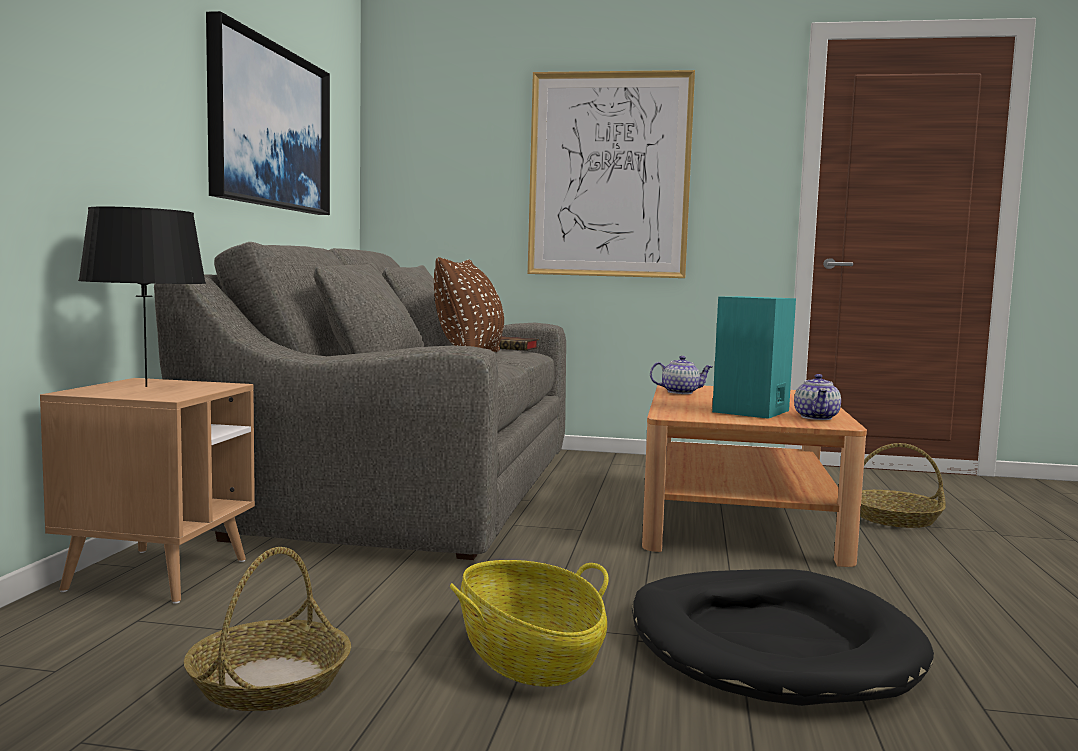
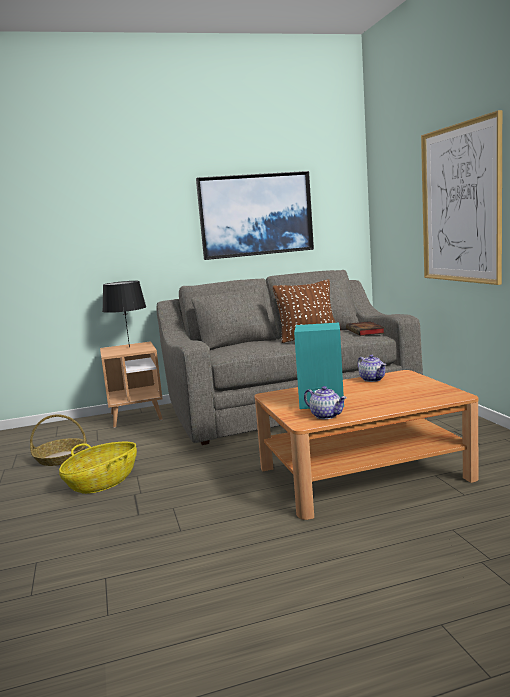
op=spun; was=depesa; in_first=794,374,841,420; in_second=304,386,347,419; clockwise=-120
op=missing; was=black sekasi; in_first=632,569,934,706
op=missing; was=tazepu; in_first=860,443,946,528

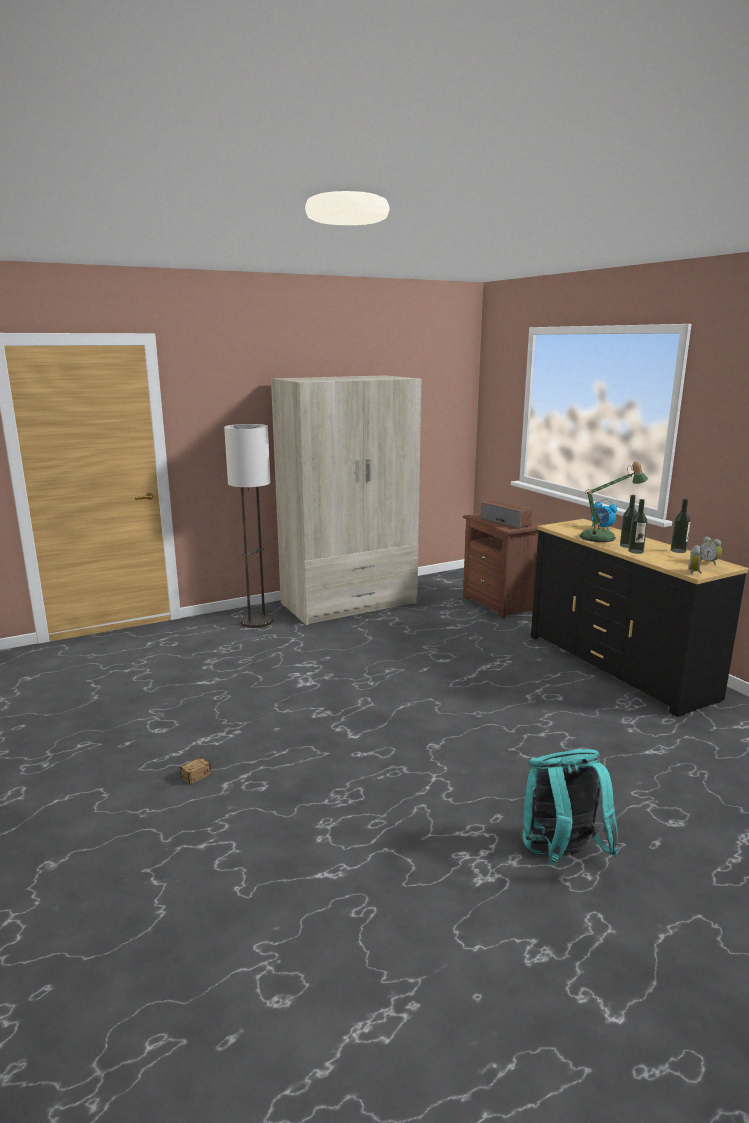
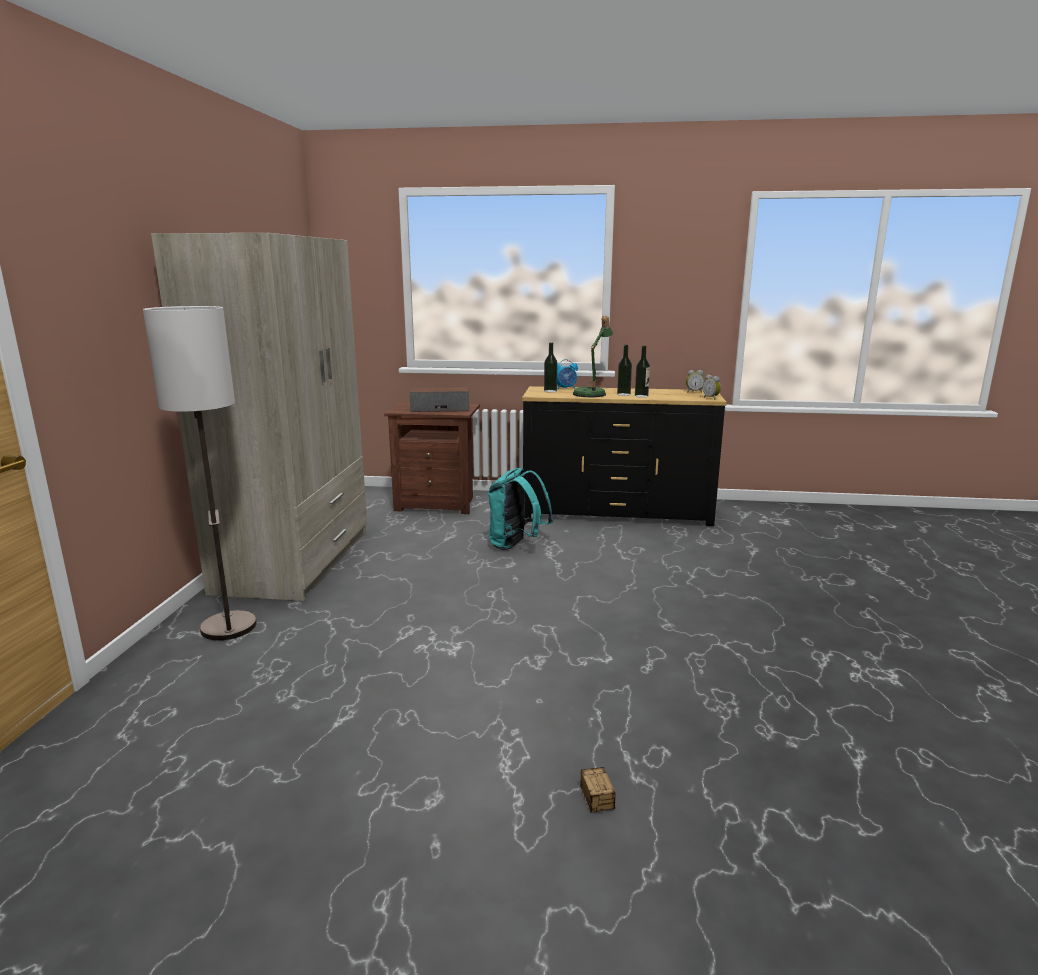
op=relocated; was=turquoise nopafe; in_first=522,749,620,865; in_second=488,468,553,550
op=relocated; was=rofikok; in_first=671,499,691,553; in_second=544,343,557,392

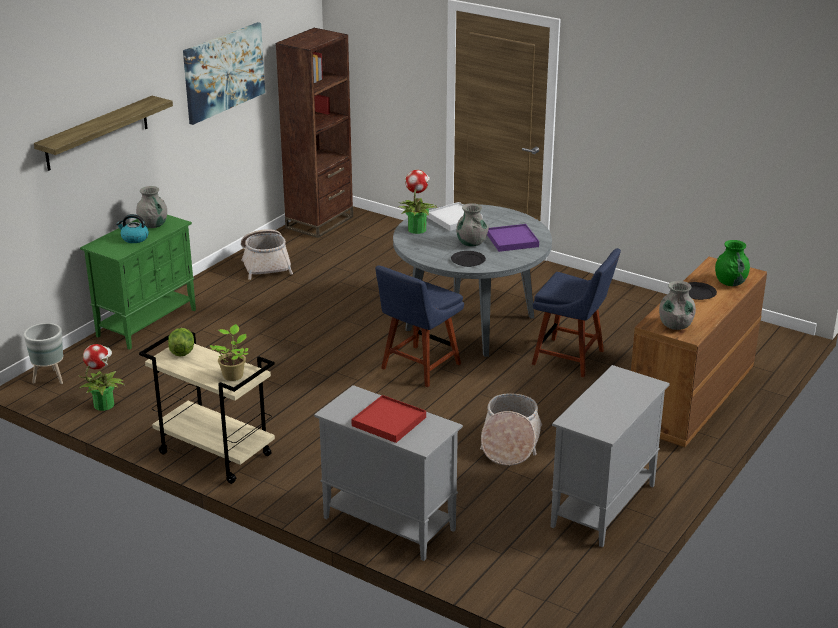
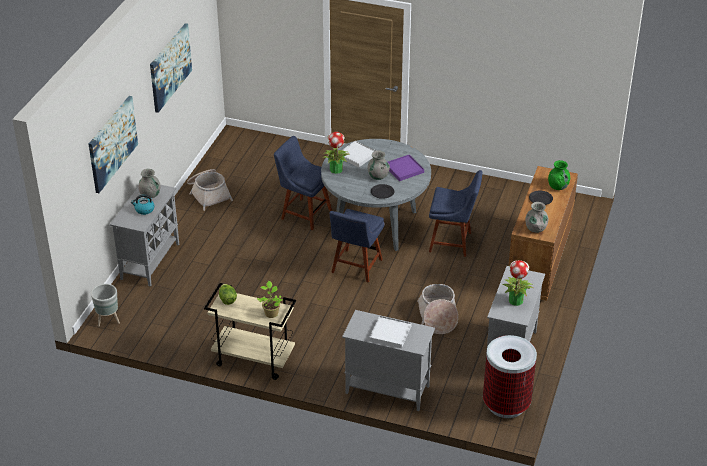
op=exchanged; was=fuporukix; now=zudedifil; in_first=34,96,173,171; in_second=89,96,138,193
op=colour; was=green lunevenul; now=grey lunevenul; in_first=80,215,196,350; in_second=110,185,179,287
op=appeared; now=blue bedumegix; in_second=274,136,332,230
op=colour; was=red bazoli; now=white bazoli; in_first=351,395,426,443; in_second=369,316,412,348
op=appeared; now=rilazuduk; in_second=483,335,537,418
op=relocated; was=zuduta; in_first=78,344,124,411; in_second=502,260,533,306
op=missing; was=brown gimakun; in_first=276,28,353,238

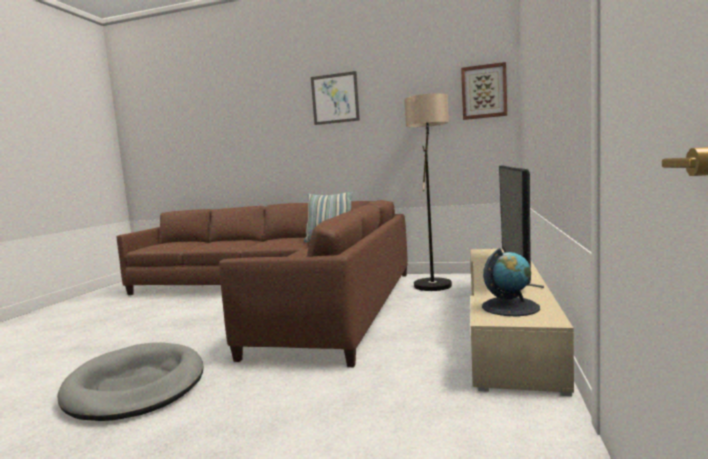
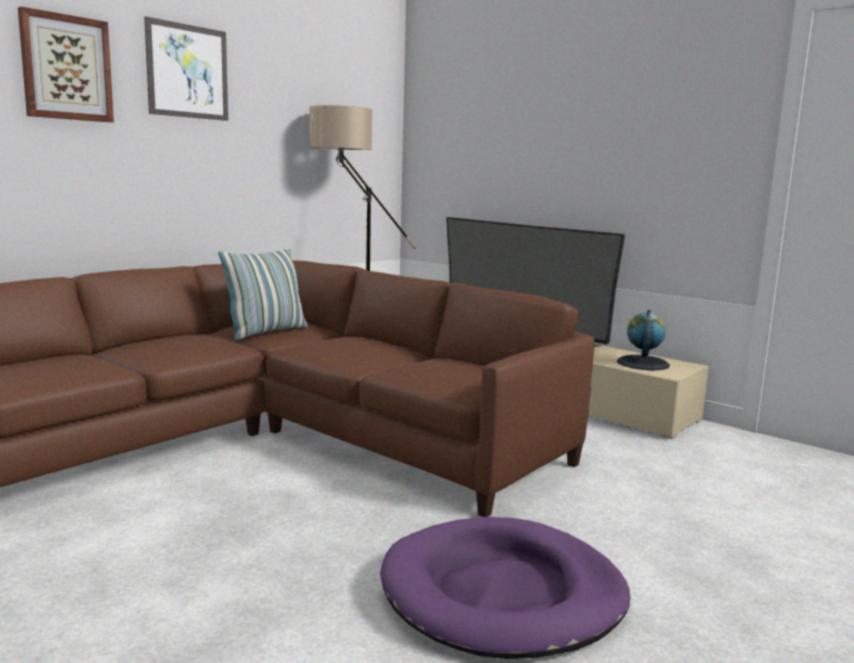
op=relocated; was=zudedifil; in_first=461,62,507,120; in_second=18,6,114,122
op=colour; was=grey sekasi; now=purple sekasi; in_first=57,342,204,421; in_second=380,517,630,659

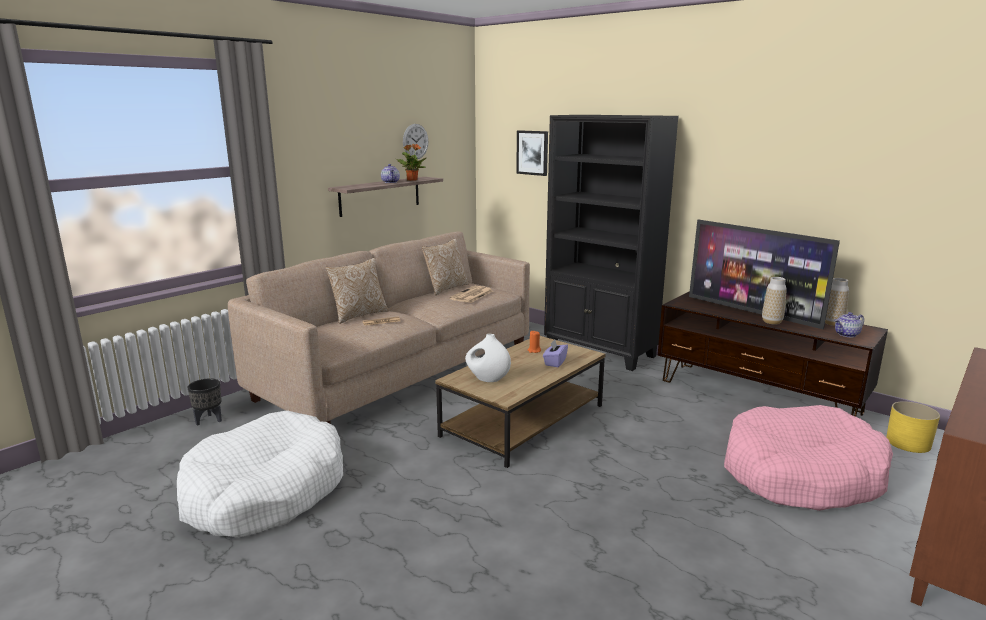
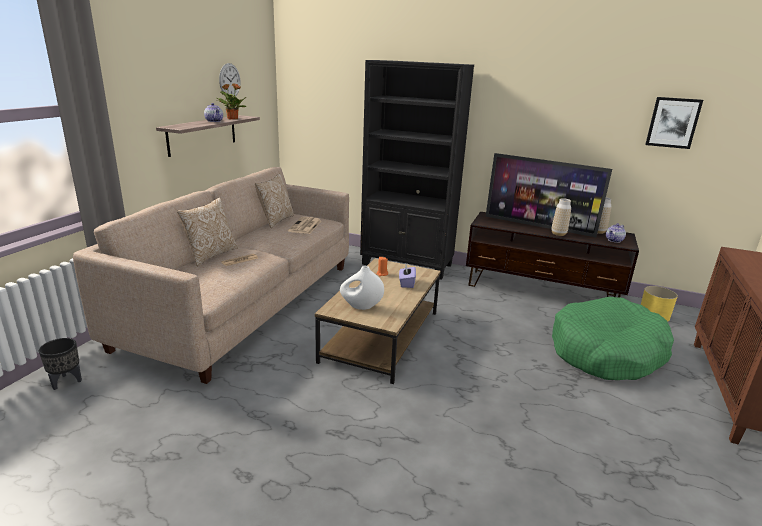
op=colour; was=pink sekasi; now=green sekasi; in_first=724,405,893,511; in_second=552,297,674,380
op=relocated; was=zudedifil; in_first=516,130,548,176; in_second=645,97,703,149
op=missing; was=white sekasi; in_first=177,410,343,537

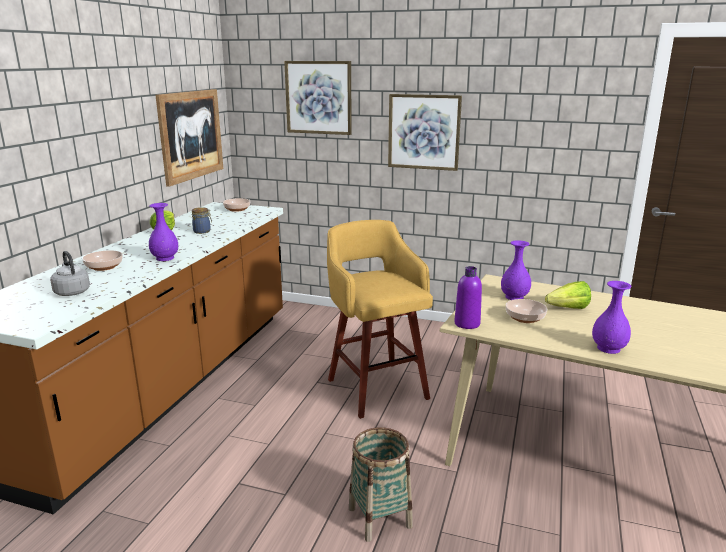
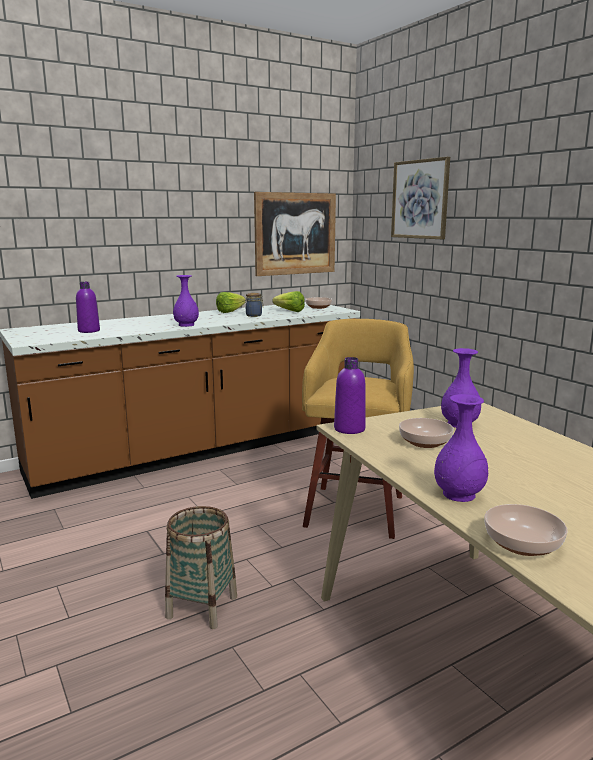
op=exchanged; was=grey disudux; now=purple rofikok; in_first=50,251,90,296; in_second=76,282,100,333
op=relocated; was=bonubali; in_first=545,281,591,309; in_second=273,291,305,312
op=relocated; was=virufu; in_first=82,250,123,271; in_second=484,504,568,556
op=missing; was=zudedifil; in_first=388,94,462,171

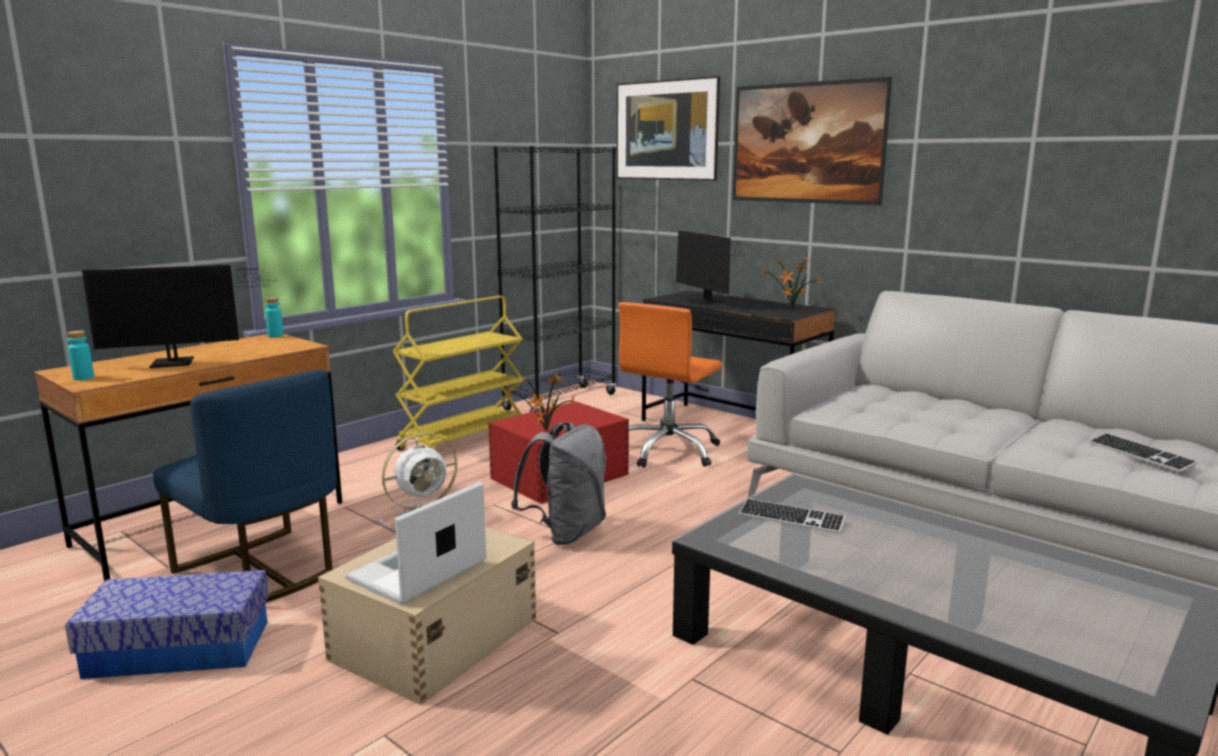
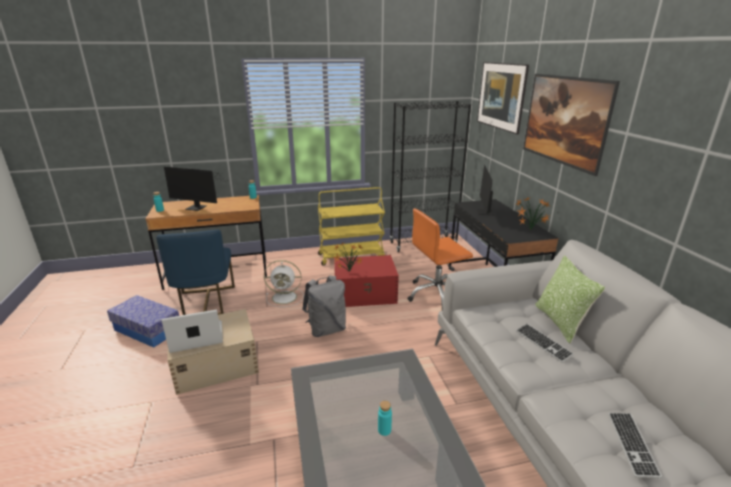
op=appeared; now=turquoise rofikok; in_second=378,401,392,436
op=relocated; was=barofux; in_first=739,498,846,534; in_second=516,324,574,363
op=appeared; now=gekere; in_second=535,255,605,343

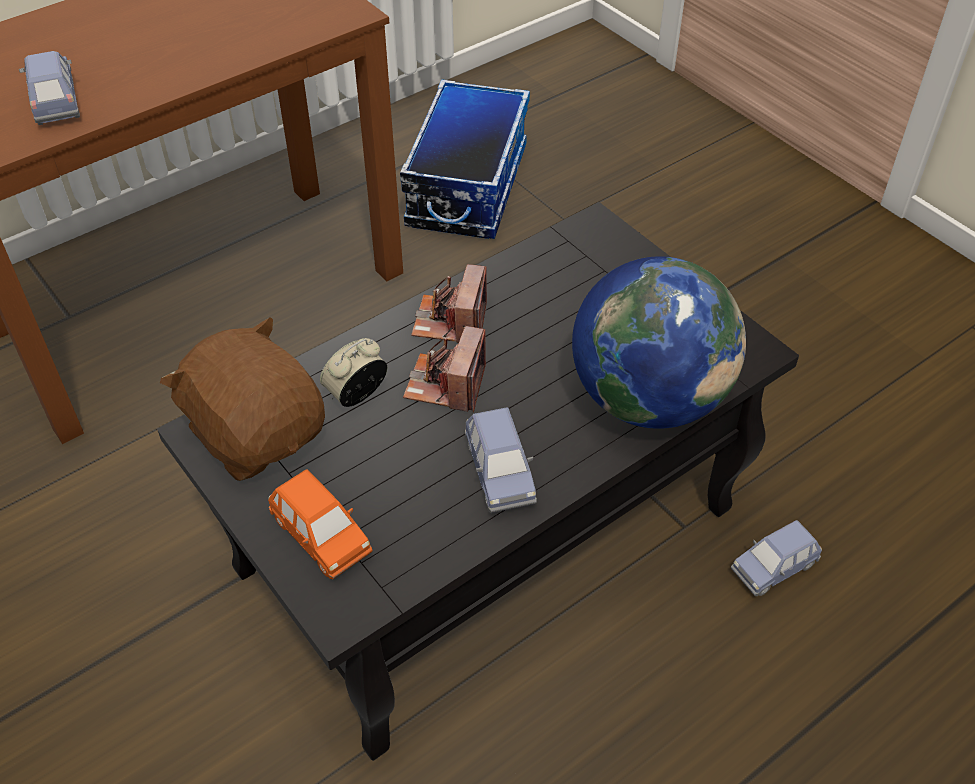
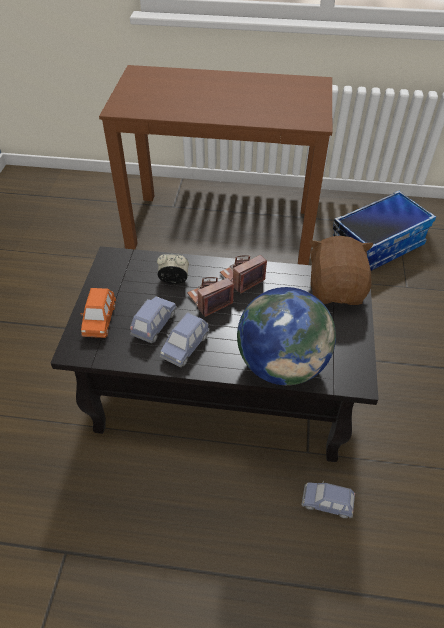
op=relocated; was=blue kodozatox; in_first=19,51,80,125; in_second=130,296,177,343
op=relocated; was=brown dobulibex; in_first=160,317,325,481; in_second=309,236,373,305

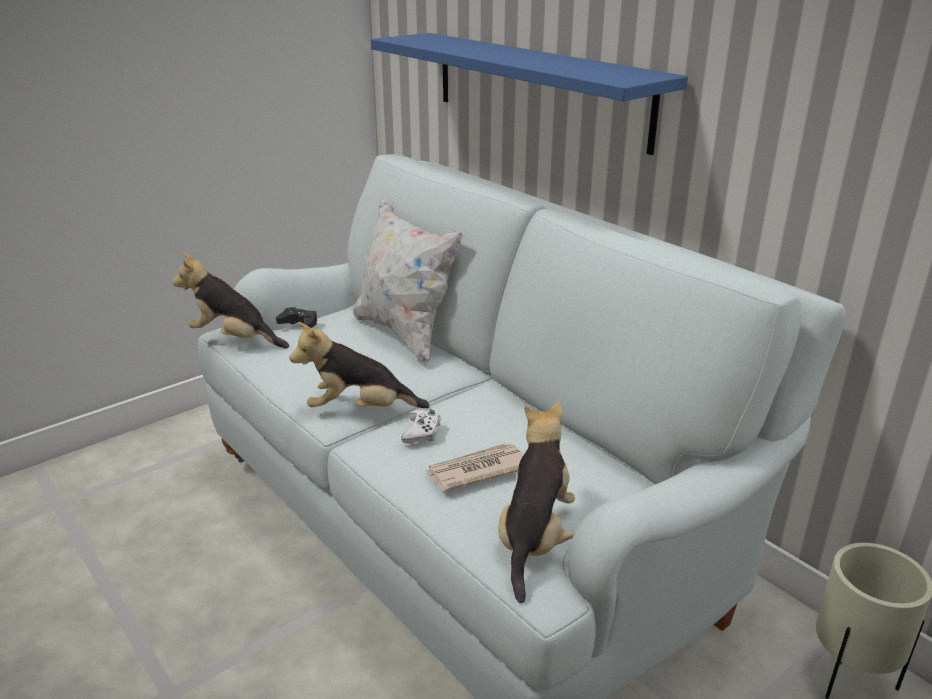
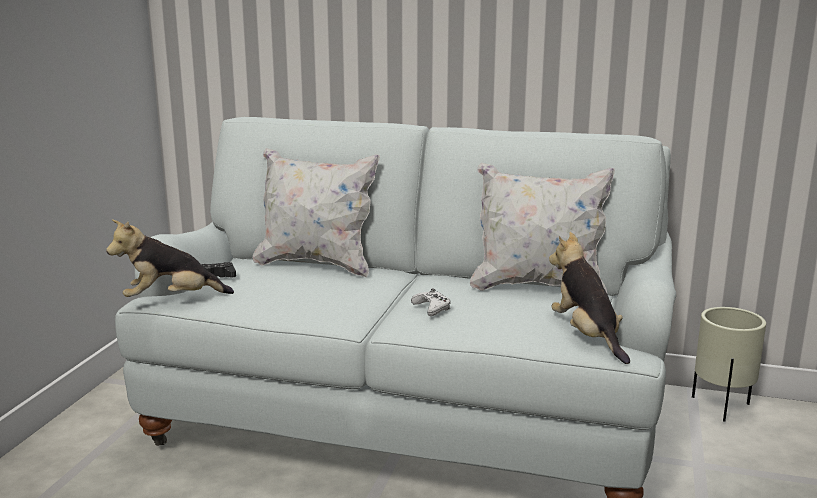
op=appeared; now=white gekere; in_second=470,163,615,293
op=missing; was=dobulibex; in_first=290,322,430,408
op=missing; was=blue fuporukix; in_first=370,33,688,155
op=missing; was=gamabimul; in_first=426,443,523,491

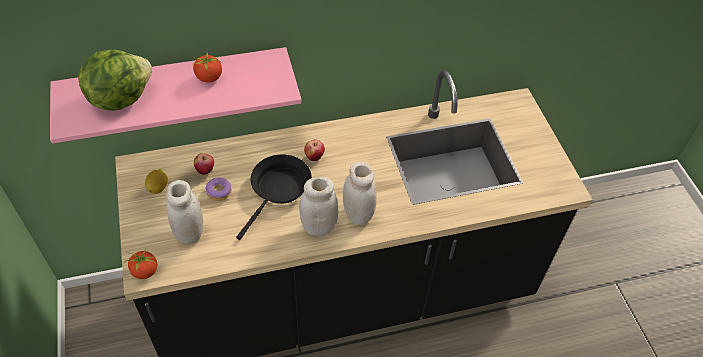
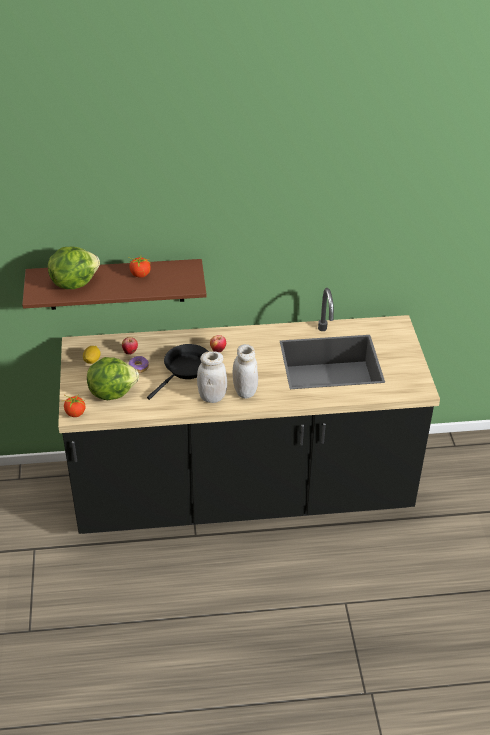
op=colour; was=pink fuporukix; now=brown fuporukix; in_first=50,47,302,144; in_second=22,259,207,310
op=exchanged; was=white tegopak; now=bonubali; in_first=166,180,203,244; in_second=87,357,139,400

